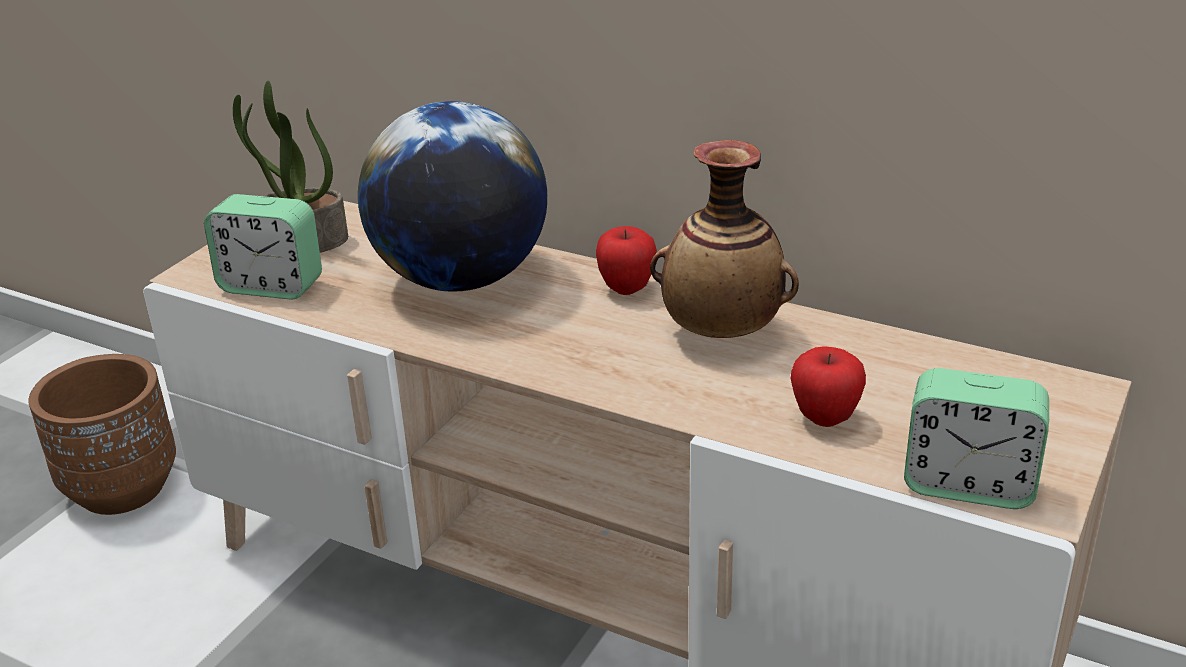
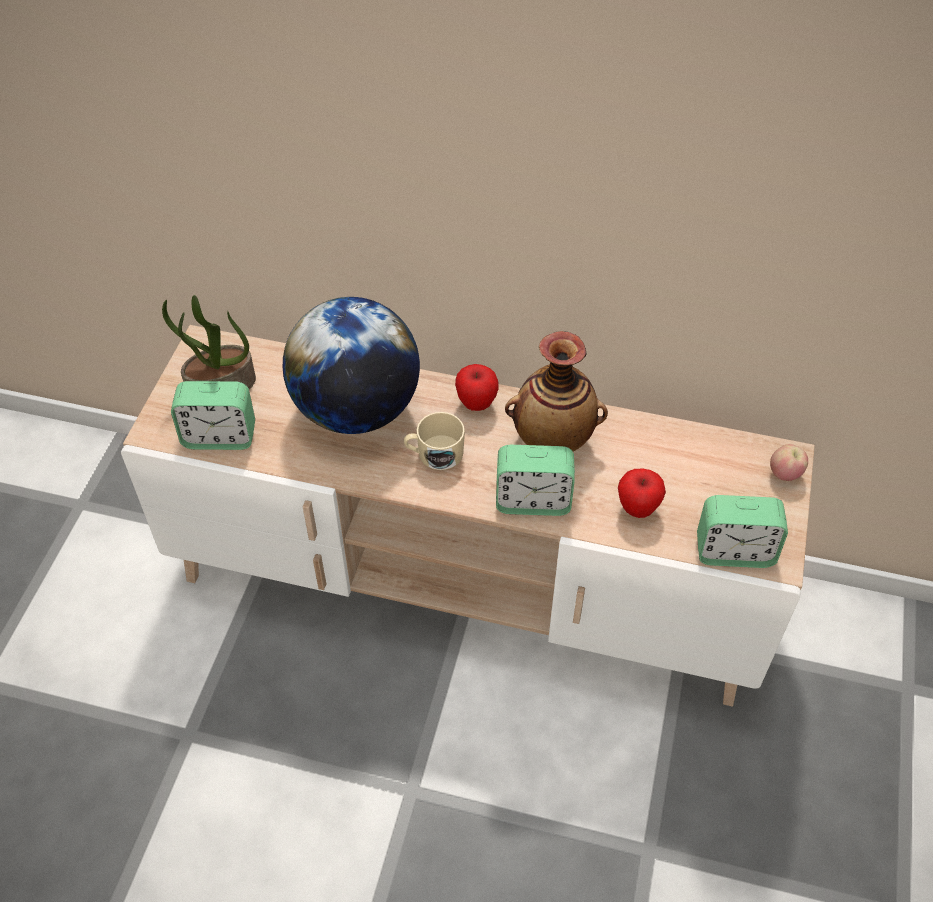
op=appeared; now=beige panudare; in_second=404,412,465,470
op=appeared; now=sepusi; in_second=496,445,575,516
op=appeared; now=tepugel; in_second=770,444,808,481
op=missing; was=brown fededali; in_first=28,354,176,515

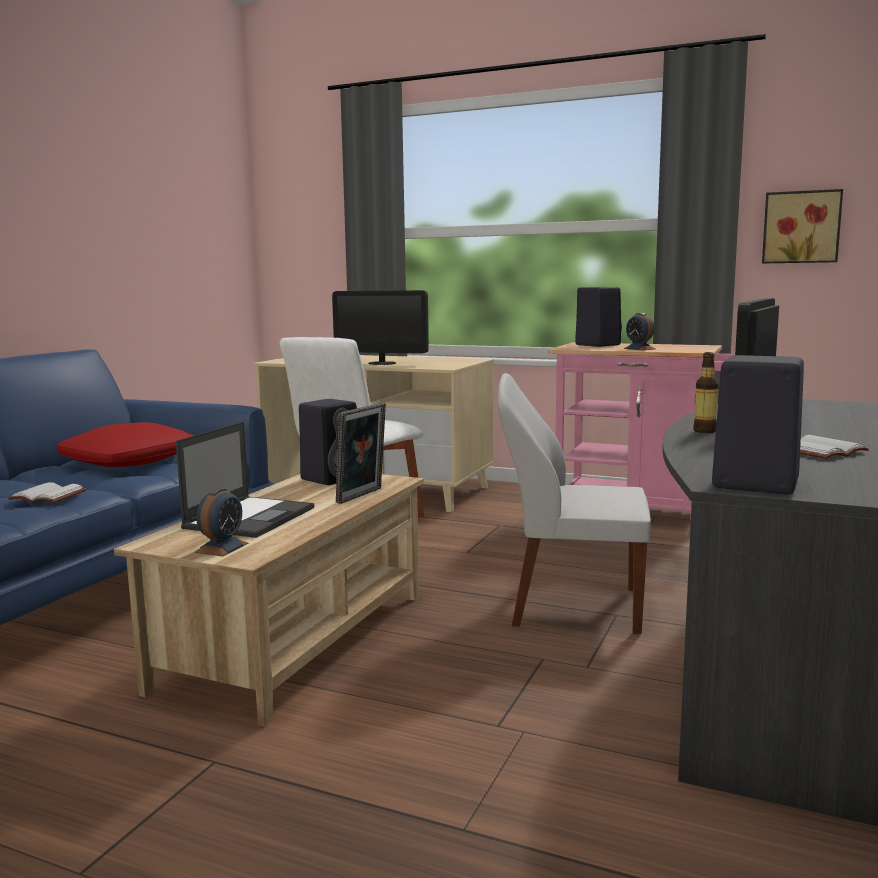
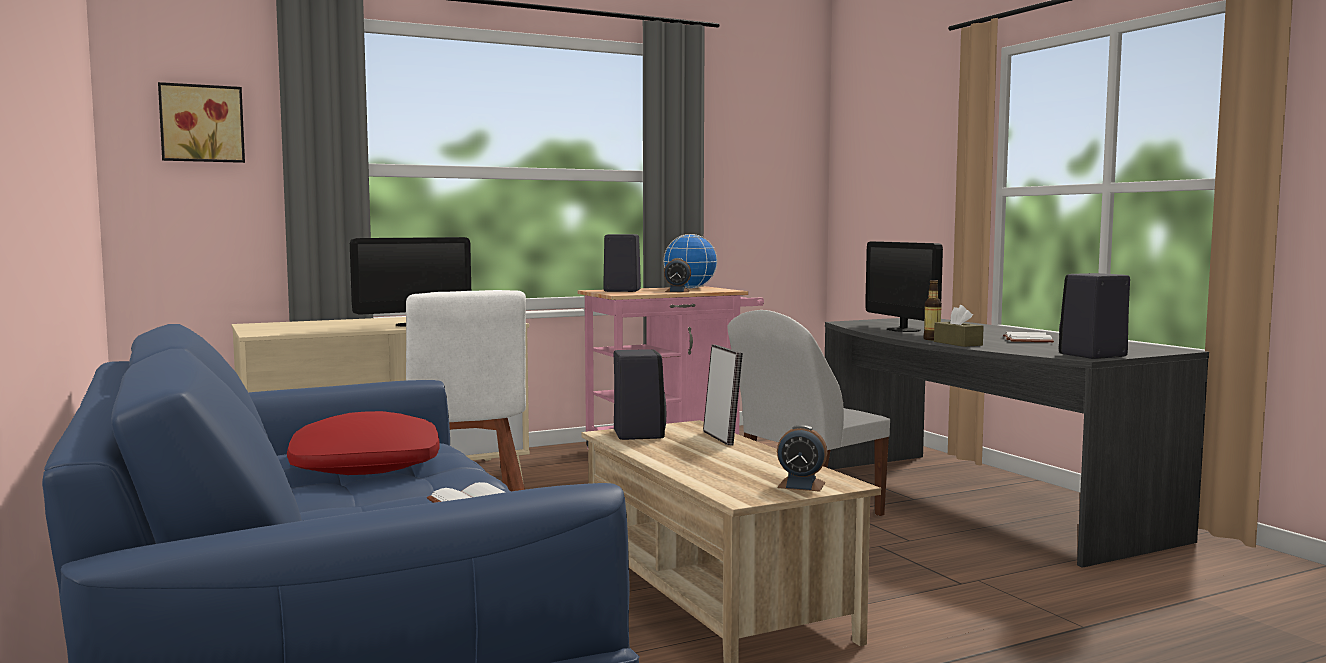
op=relocated; was=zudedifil; in_first=762,189,843,264; in_second=158,82,245,163
op=appeared; now=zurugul; in_second=663,234,718,288
op=spun; was=sepusi; in_first=194,488,249,557; in_second=777,425,827,492; clockwise=135
op=appeared; now=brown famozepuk; in_second=934,305,984,347
op=missing; was=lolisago; in_first=176,422,314,538

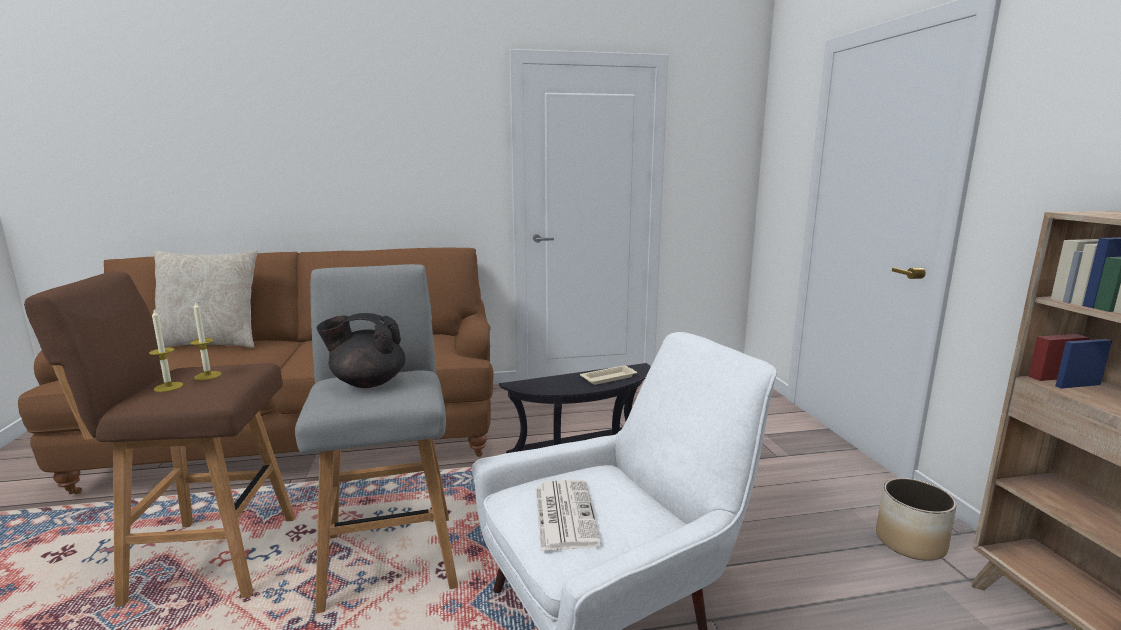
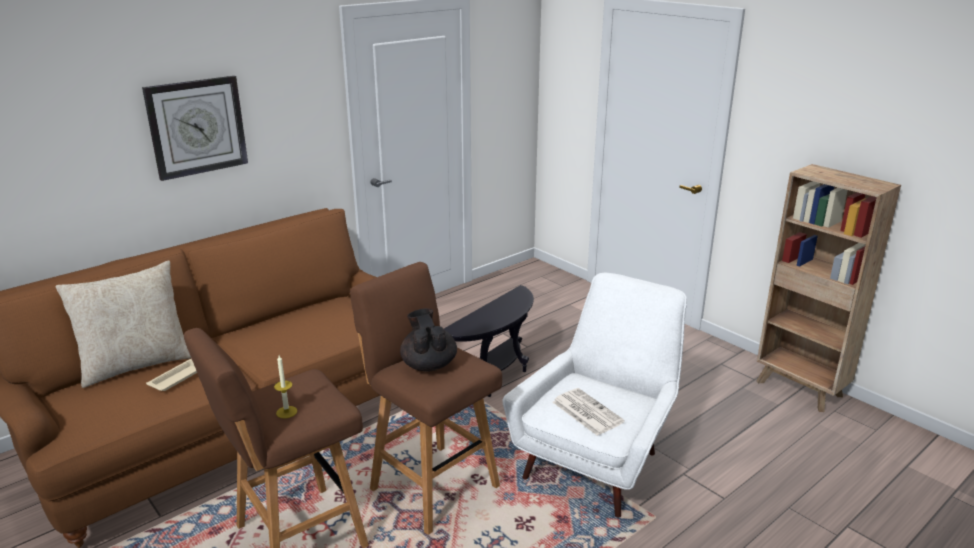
op=appeared; now=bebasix; in_second=142,76,248,181
op=relocated; was=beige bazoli; in_first=580,365,637,385; in_second=146,359,197,391
op=colour; was=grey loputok; now=brown loputok; in_first=295,264,458,613; in_second=350,262,502,535
op=spun; was=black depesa; in_first=317,313,406,388; in_second=400,308,457,372; clockwise=105
op=missing; was=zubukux; in_first=190,301,222,380
op=missing; was=fededali; in_first=876,478,957,561

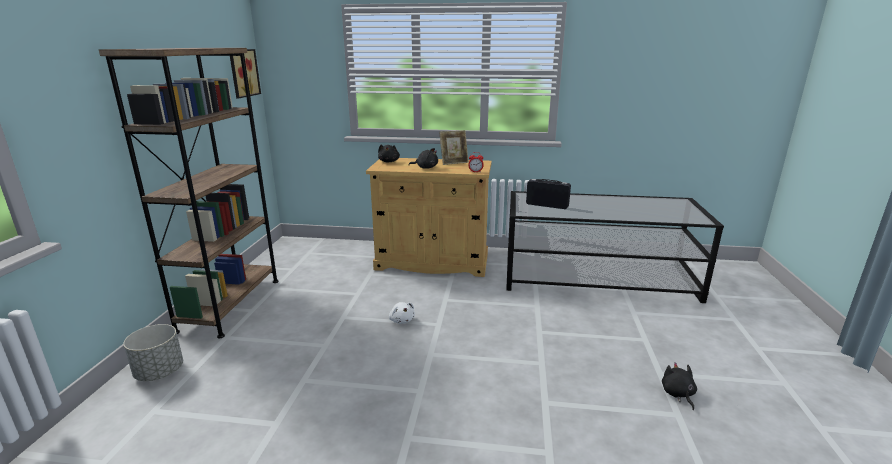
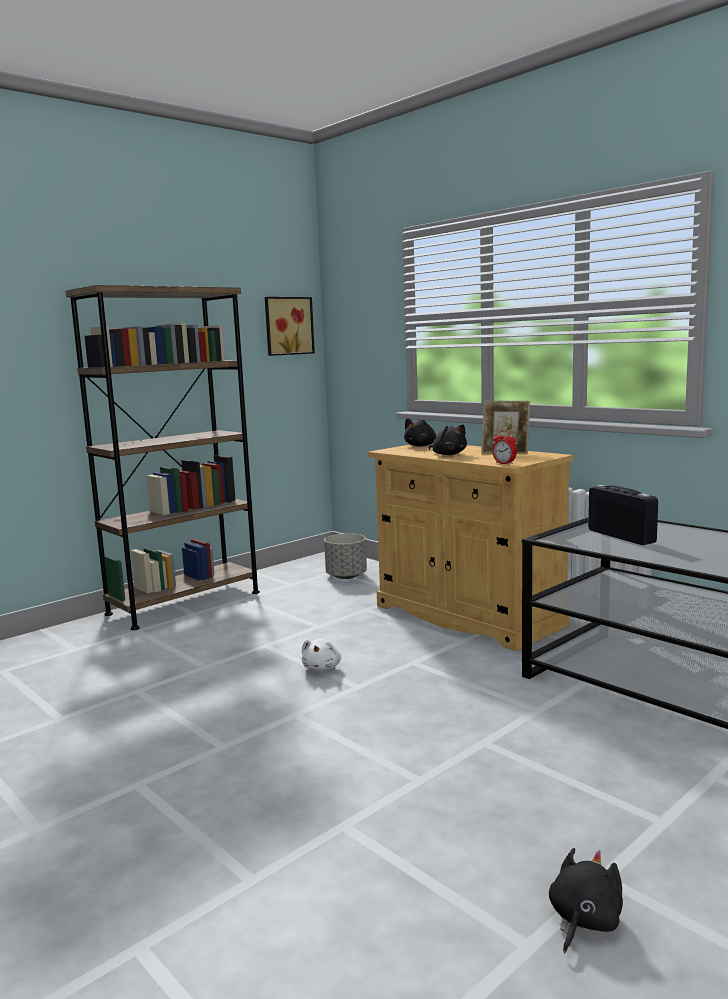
op=relocated; was=grey fededali; in_first=123,324,183,381; in_second=324,533,367,579

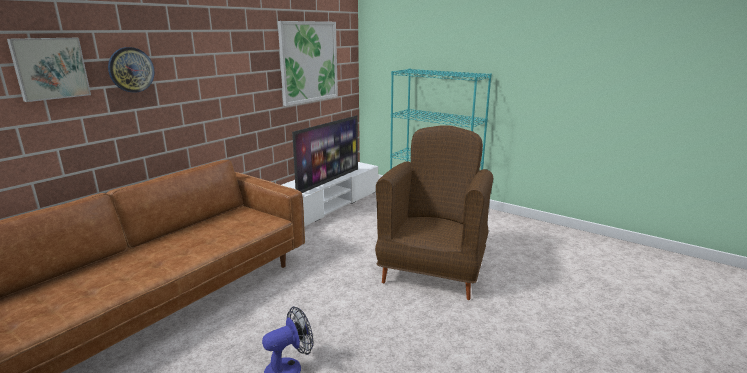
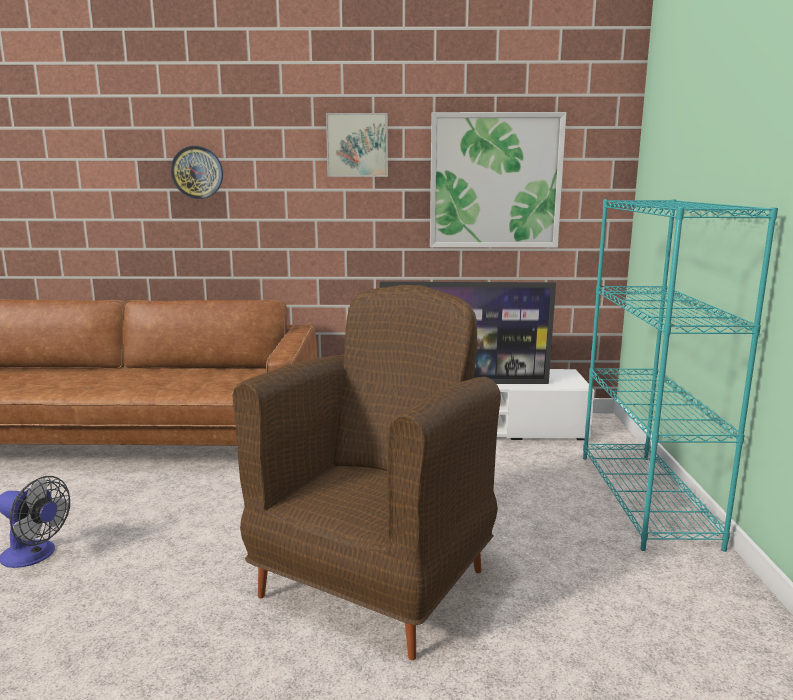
op=spun; was=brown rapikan; in_first=375,125,493,300; in_second=233,285,501,660; clockwise=-45
op=relocated; was=zudedifil; in_first=7,38,91,102; in_second=326,113,388,177

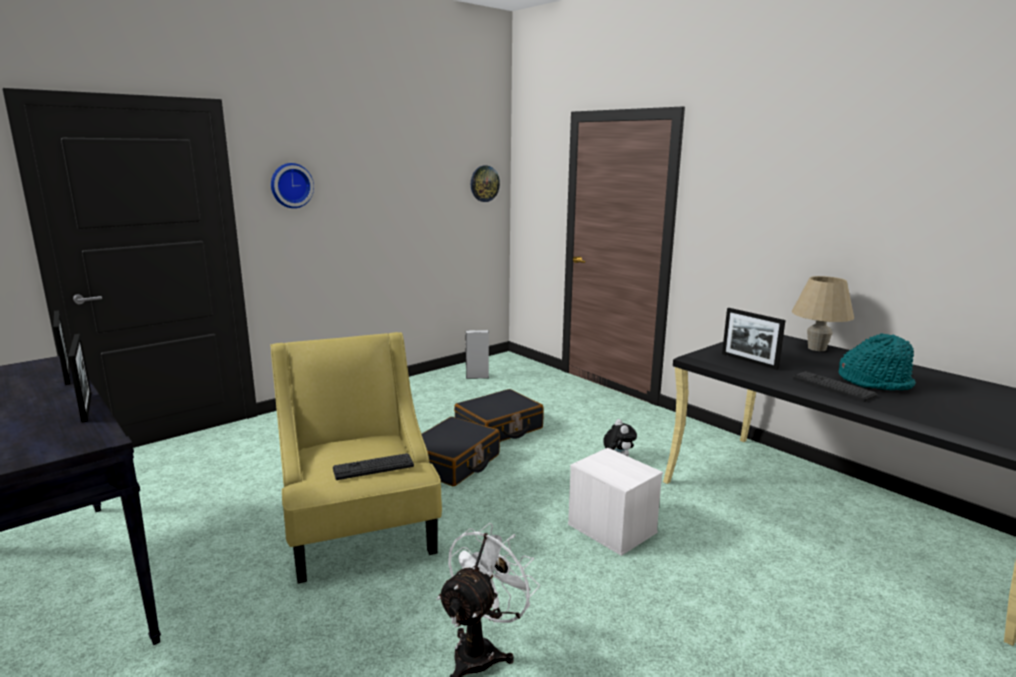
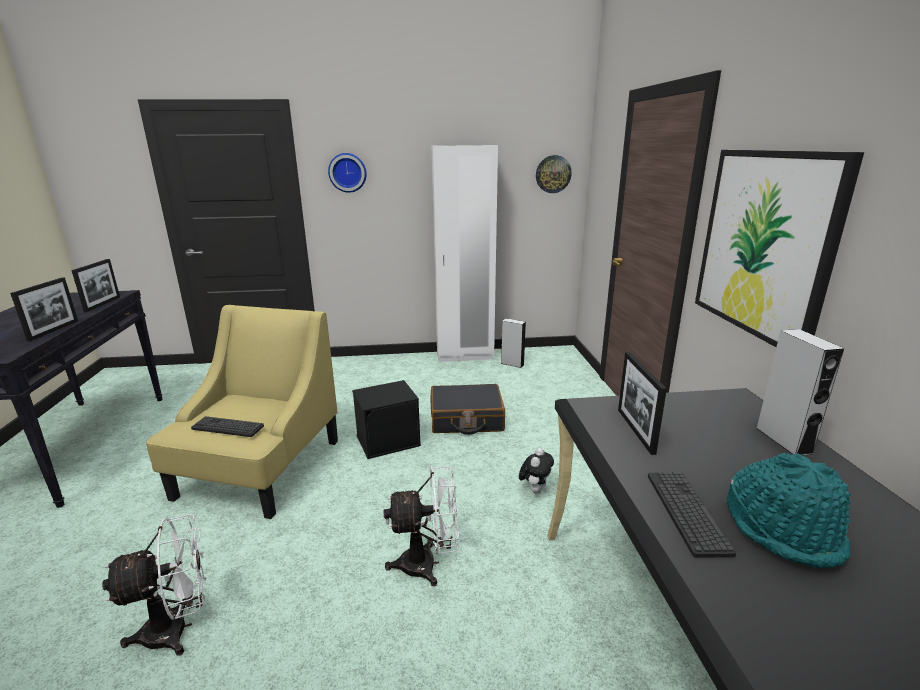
op=exchanged; was=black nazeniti; now=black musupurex; in_first=422,417,500,486; in_second=352,380,421,459
op=exchanged; was=white musupurex; now=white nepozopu; in_first=568,448,663,556; in_second=384,466,459,586
op=appeared; now=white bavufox; in_second=431,145,498,362
op=appeared; now=zudedifil; in_second=695,150,864,347
op=exchanged; was=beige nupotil; now=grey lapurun; in_first=792,276,854,351; in_second=756,329,844,456

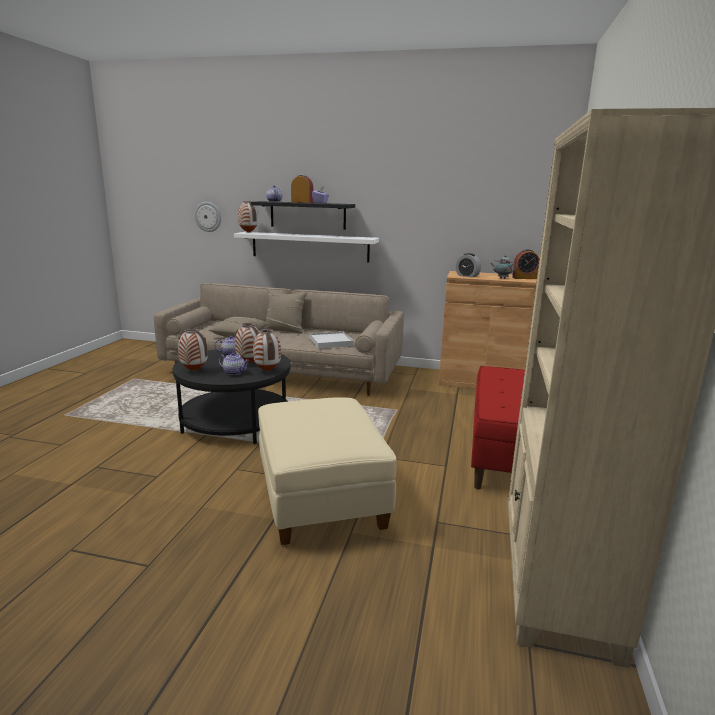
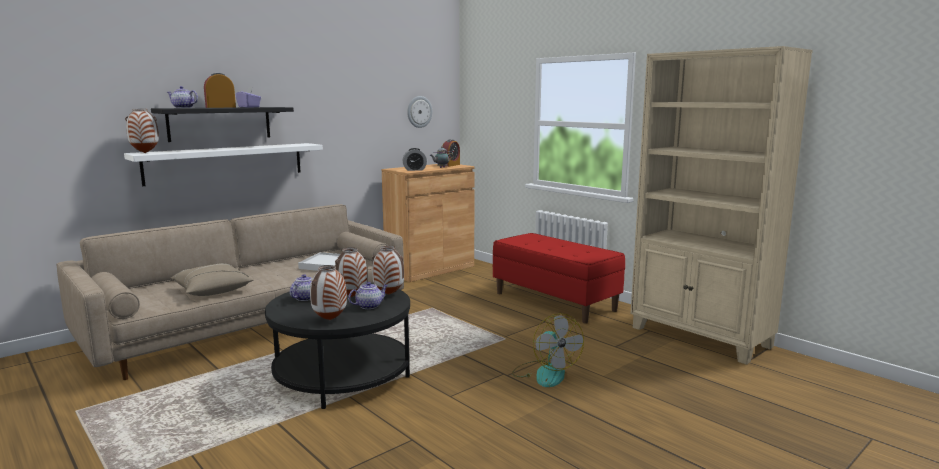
op=relocated; was=bebasix; in_first=194,202,221,232; in_second=407,96,433,128
op=exchanged; was=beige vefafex; now=nepozopu; in_first=258,397,397,545; in_second=512,313,584,387
op=missing; was=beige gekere; in_first=263,289,307,334

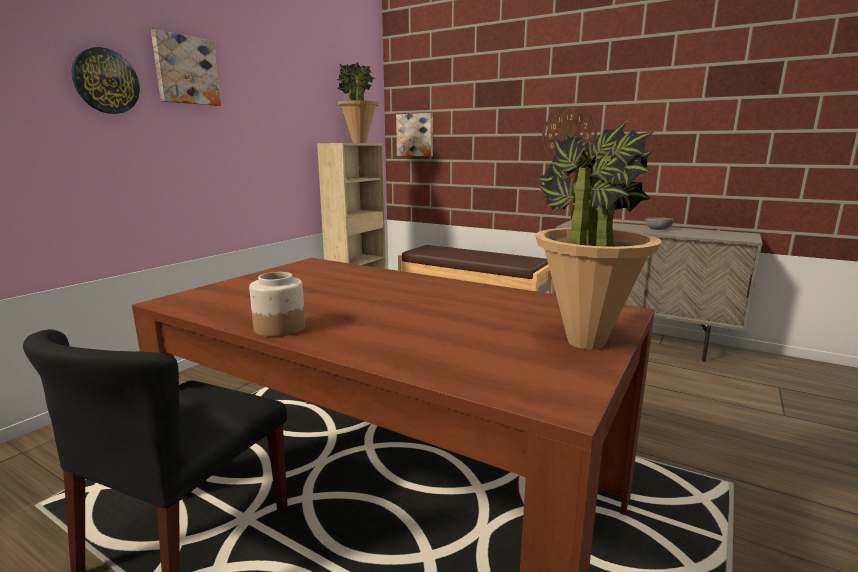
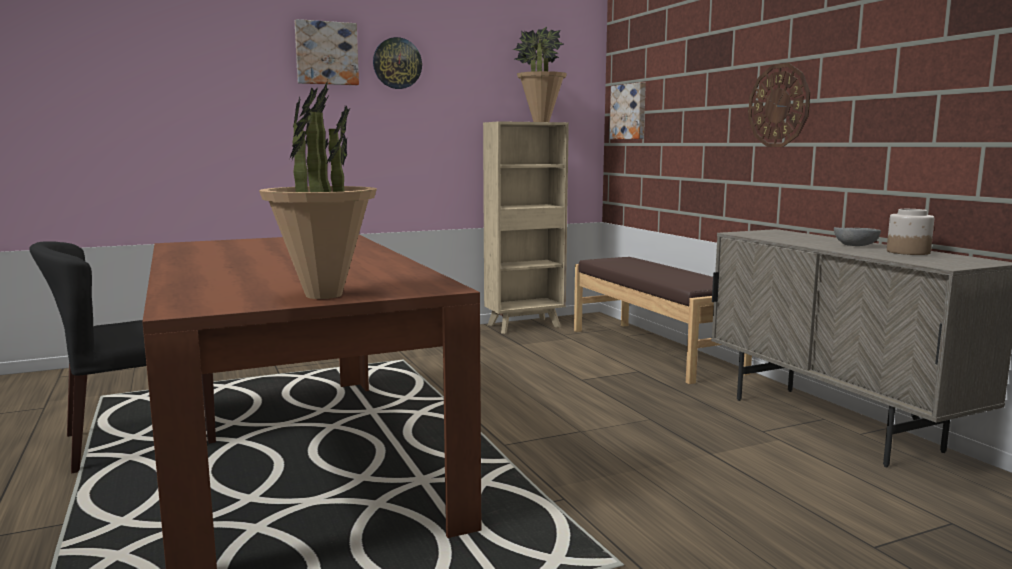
op=relocated; was=bebasix; in_first=72,47,140,114; in_second=373,37,422,89
op=relocated; was=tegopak; in_first=249,272,305,337; in_second=887,209,934,255

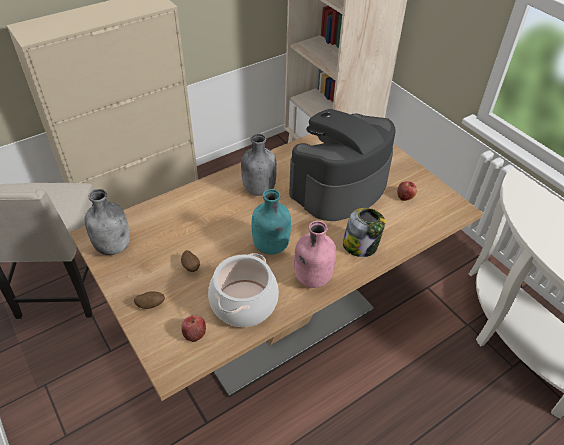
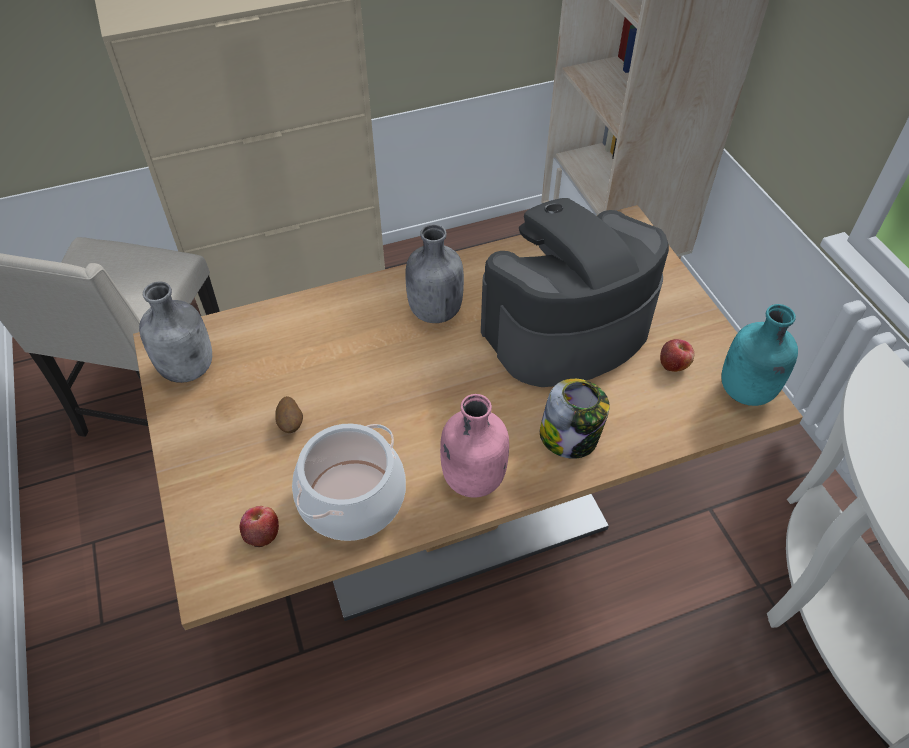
op=relocated; was=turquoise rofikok; in_first=252,189,291,255; in_second=721,304,798,406
op=missing; was=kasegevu; in_first=134,291,165,309

